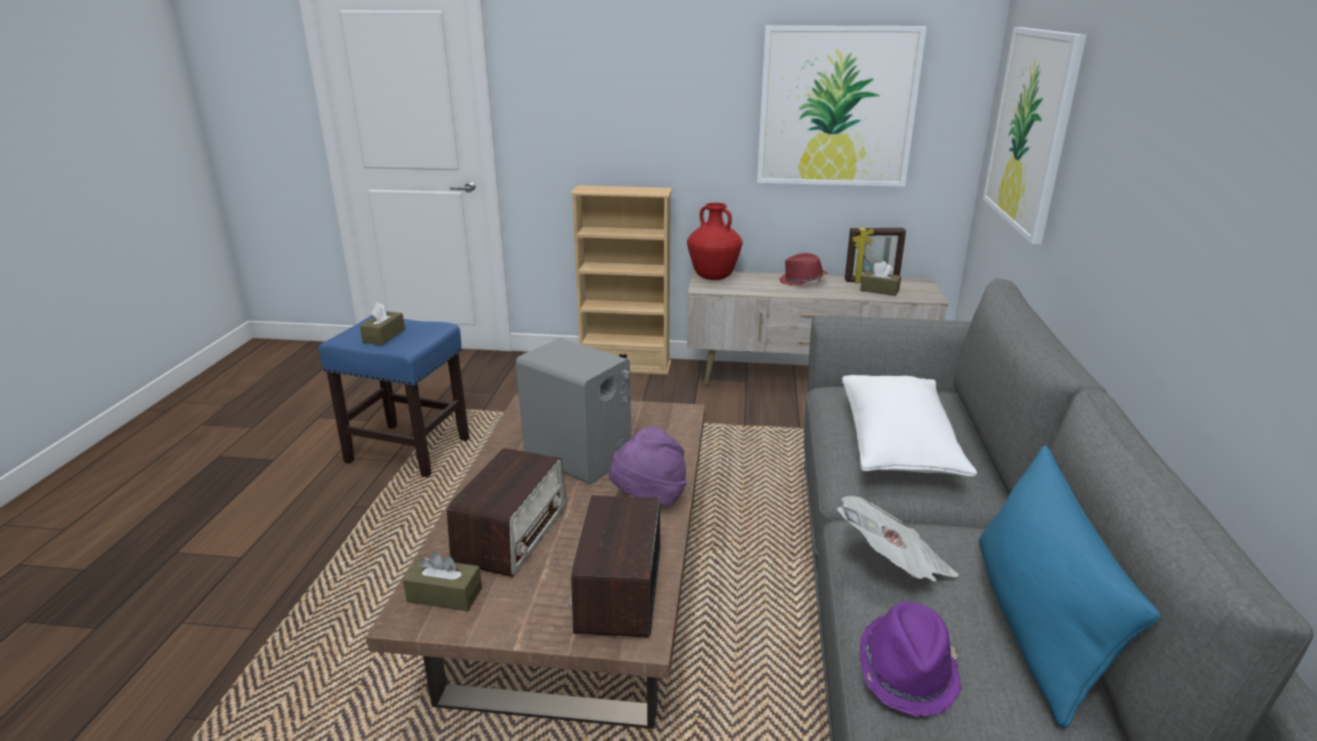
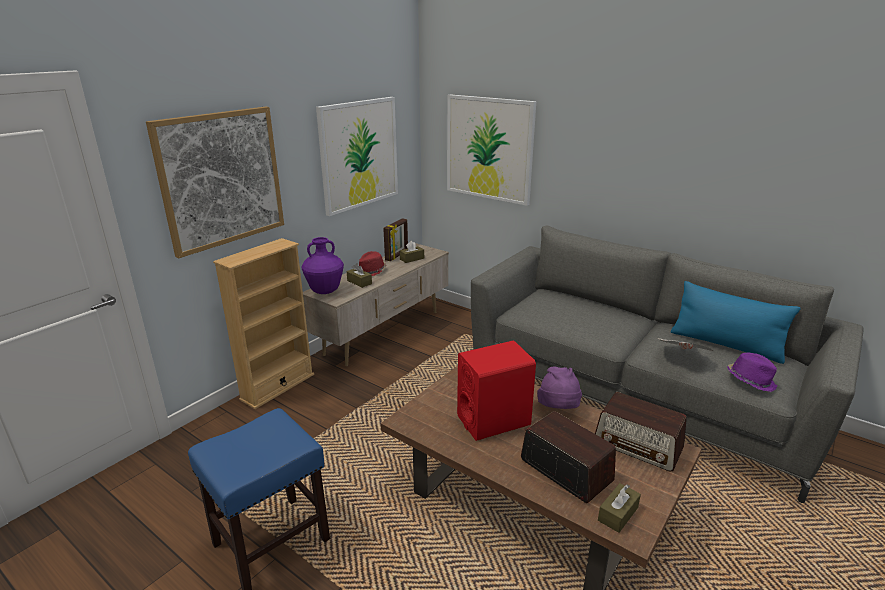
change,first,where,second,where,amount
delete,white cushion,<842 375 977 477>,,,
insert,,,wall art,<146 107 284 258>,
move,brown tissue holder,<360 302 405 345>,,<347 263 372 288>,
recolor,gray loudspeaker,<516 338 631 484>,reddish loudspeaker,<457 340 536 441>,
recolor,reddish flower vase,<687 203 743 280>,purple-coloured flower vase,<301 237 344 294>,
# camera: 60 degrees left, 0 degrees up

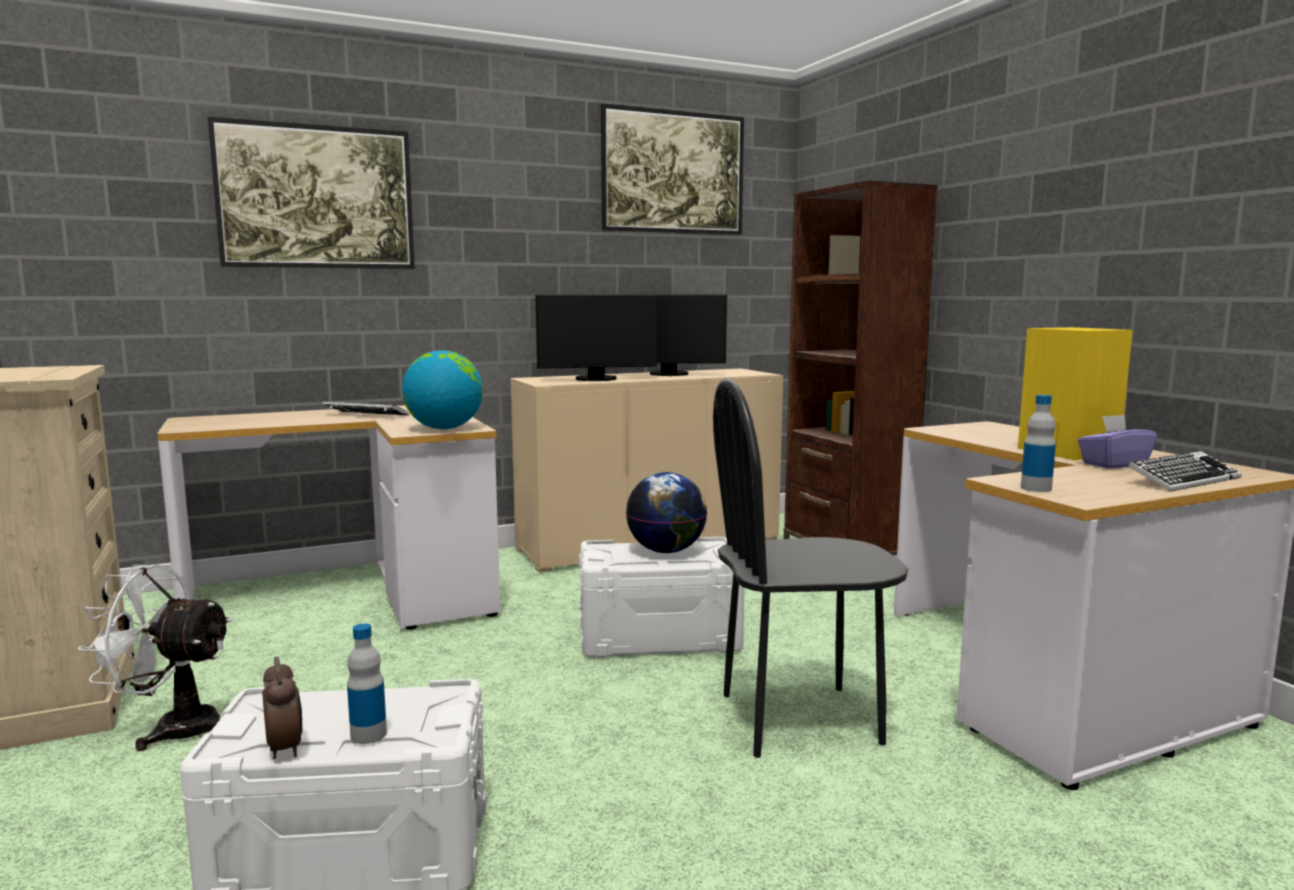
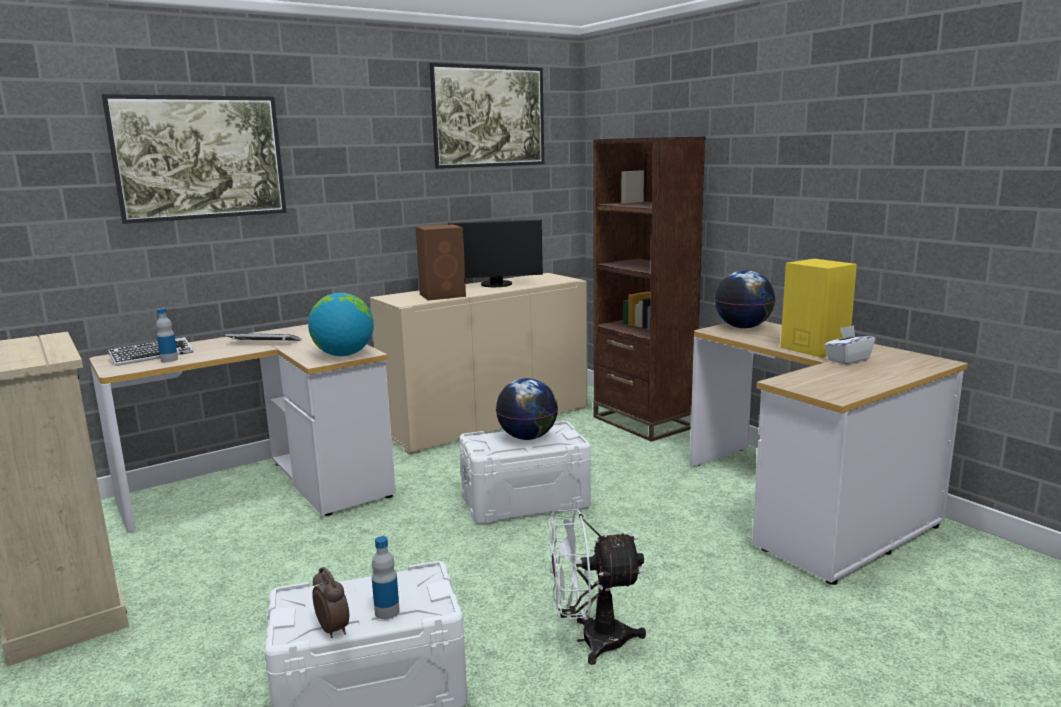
change,first,where,second,where,amount
delete,blackish chair,<713 378 909 758>,,,
insert,,,world globe,<715 270 775 328>,
move,white fan,<77 564 233 751>,,<549 509 646 665>,
move,bottle,<1021 395 1056 492>,,<156 308 178 362>,
move,keyboard,<1128 451 1242 492>,,<108 337 194 366>,
replace,computer display,<535 294 657 381>,brown loudspeaker,<416 224 466 300>,
recolor,purple-coloured tissue holder,<1078 415 1157 469>,white tissue holder,<824 325 875 365>,
# camera: 10 degrees left, 5 degrees up

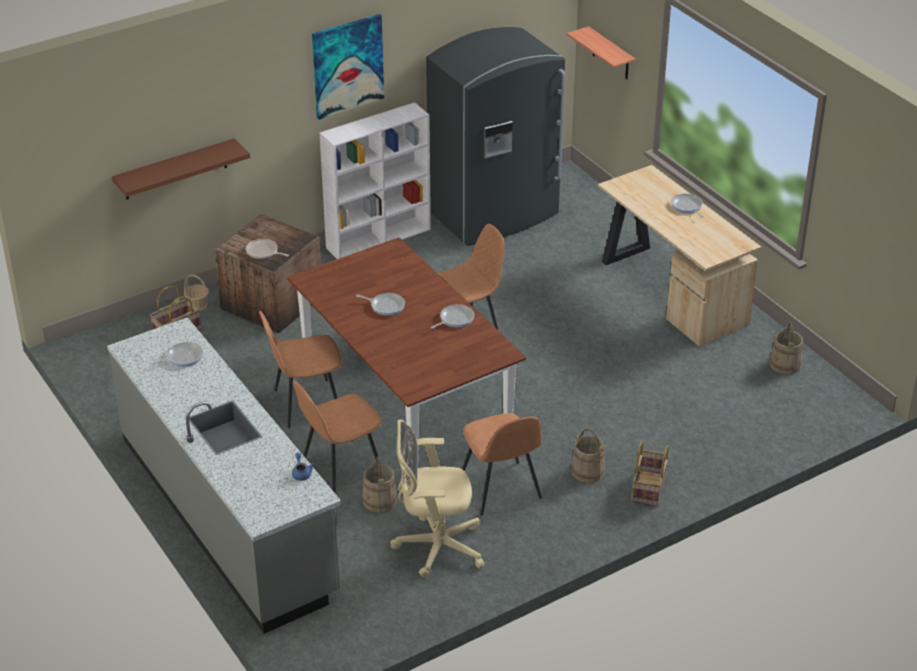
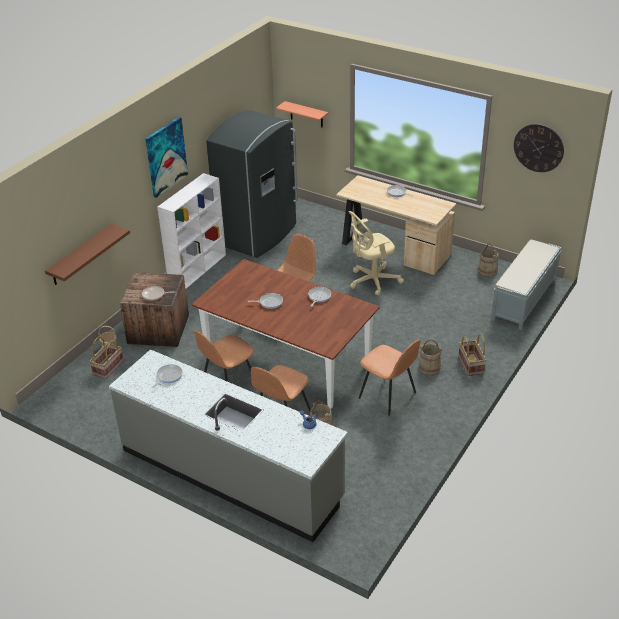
change,first,where,second,where,amount
insert,,,gray indoor bench,<491 240 562 330>,
insert,,,wall clock,<514 124 564 172>,
move,beige-coloured computer chair,<390 419 485 578>,,<348 211 404 296>,
# camera: 25 degrees left, 0 degrees up

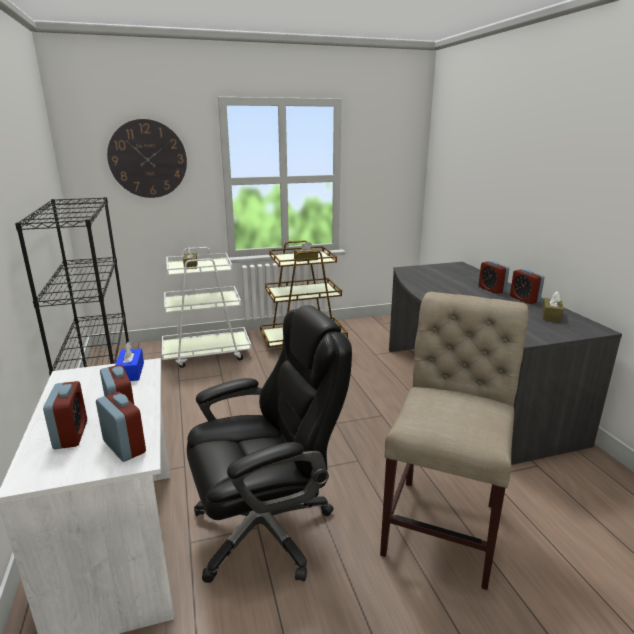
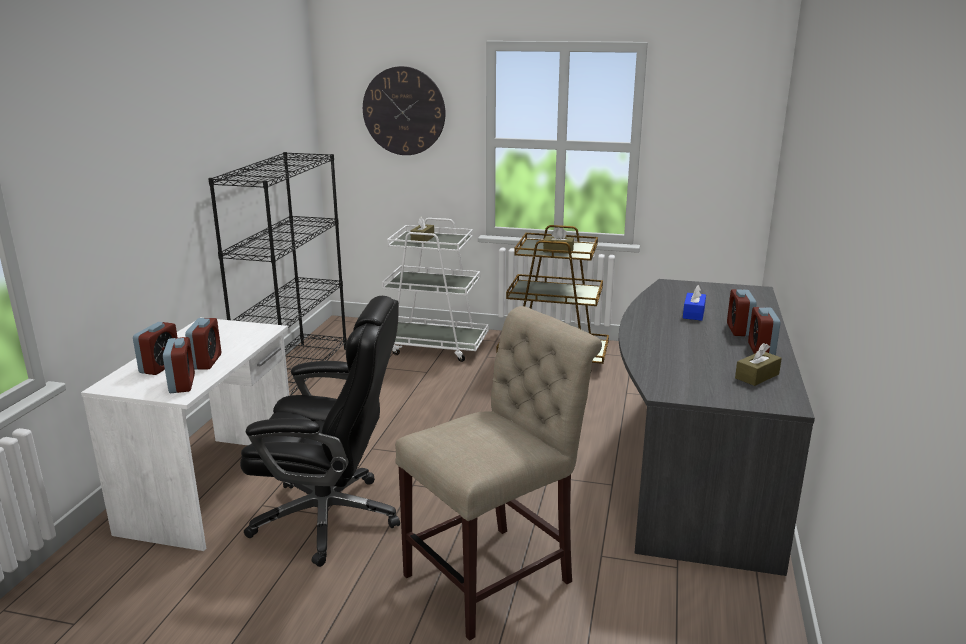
change,first,where,second,where,amount
move,blue-coloured tissue holder,<115 342 144 381>,,<683 285 706 321>,
# camera: 30 degrees right, 0 degrees up

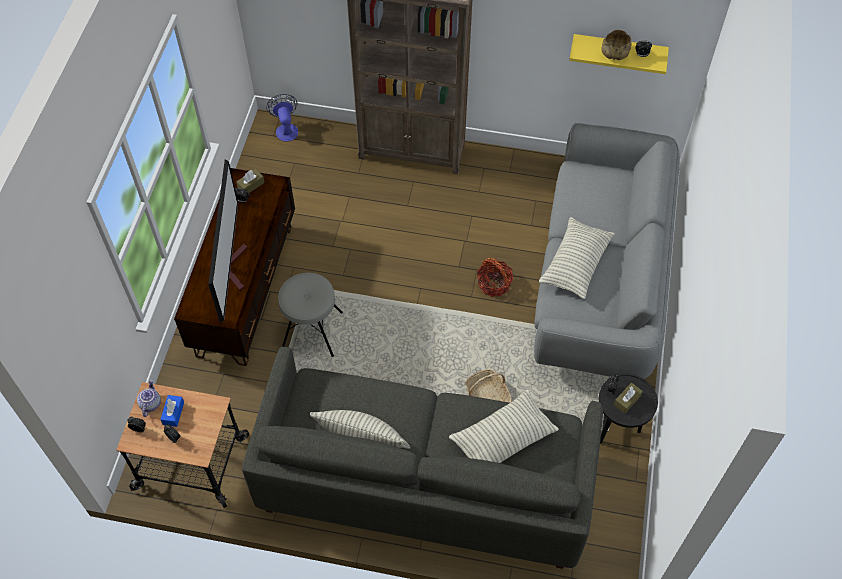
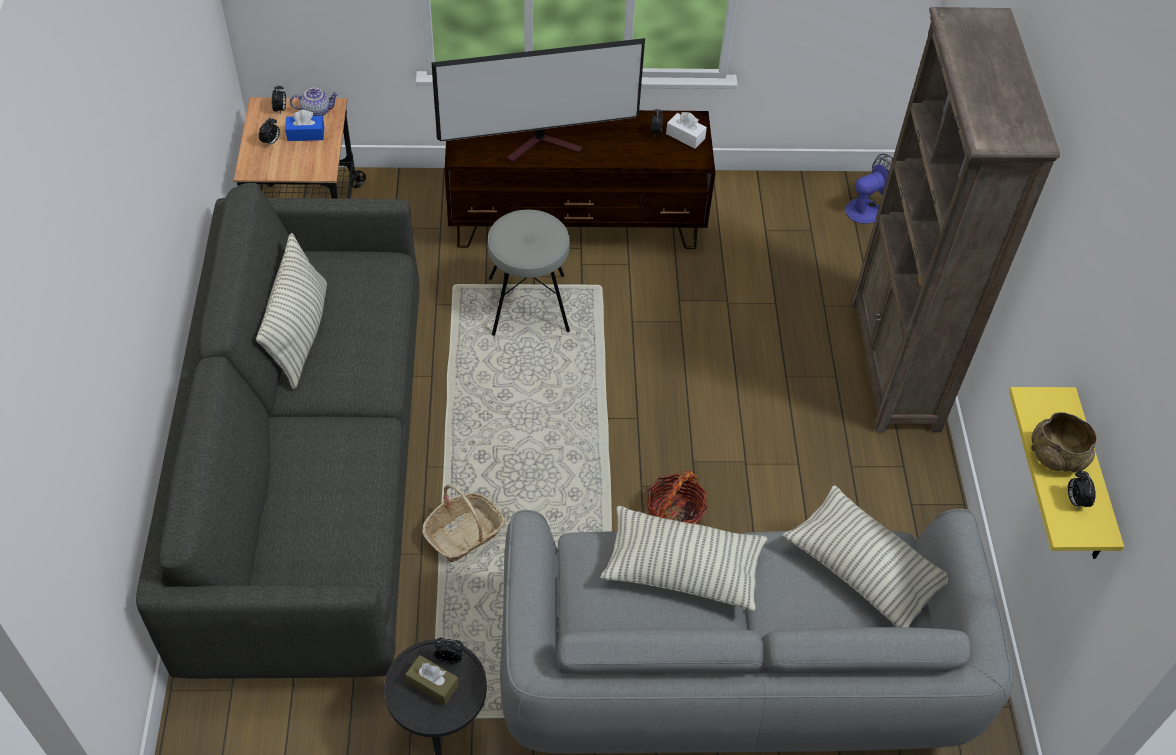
change,first,where,second,where,amount
move,cushion,<449 389 559 463>,,<783 486 948 627>,
recolor,brown tissue holder,<236 169 265 193>,white tissue holder,<666 112 707 149>,
# camera: 75 degrees right, 5 degrees down

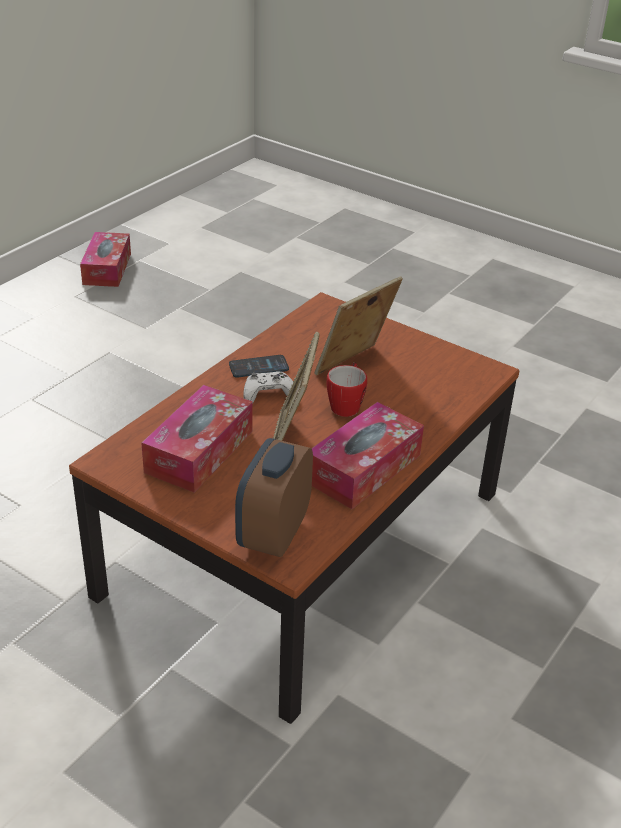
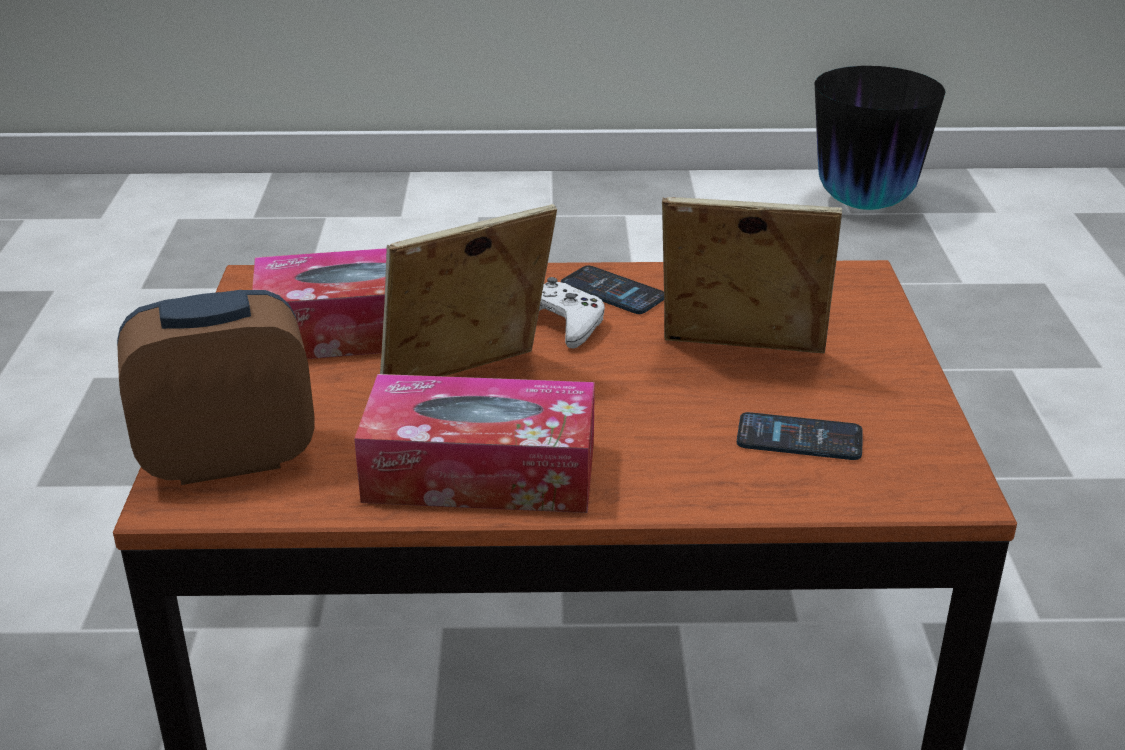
change,first,where,second,where,amount
delete,mug,<327 363 367 417>,,,
insert,,,handset,<737 412 863 460>,
replace,tissue holder,<80 232 131 287>,flower vase,<815 66 946 210>,
# camera: 55 degrees right, 5 degrees down

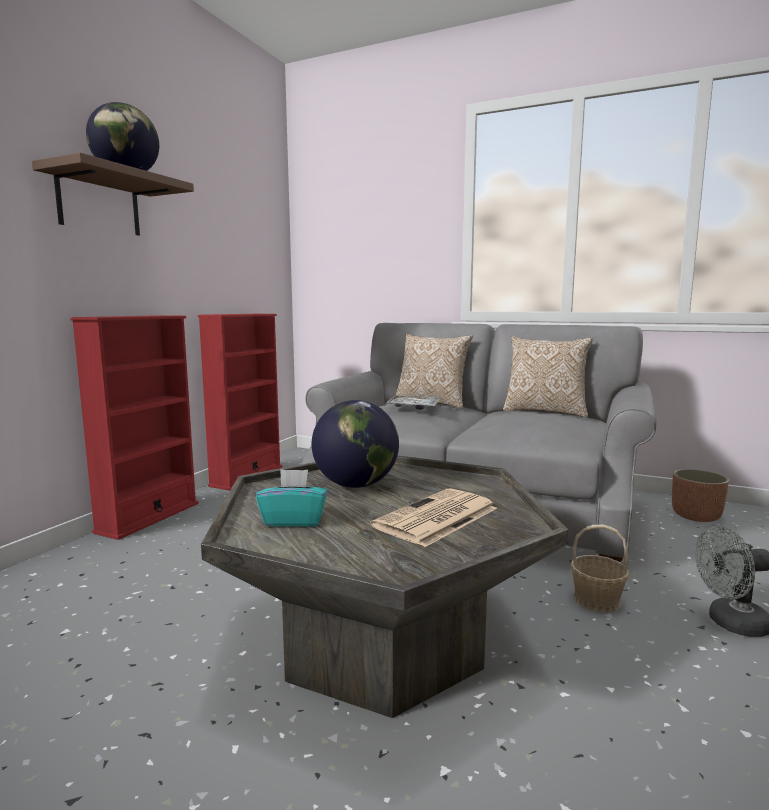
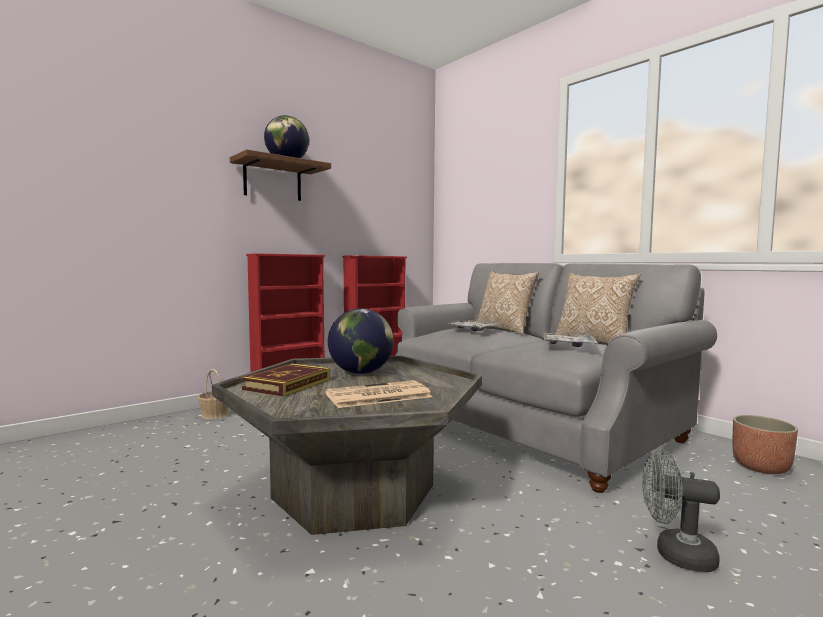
change,first,where,second,where,amount
insert,,,serving tray,<543 333 598 347>,
move,household basket,<570 525 629 613>,,<197 369 229 419>,
replace,turquoise tissue holder,<256 469 328 527>,bound book,<241 363 330 397>,
# camera: 25 degrees right, 5 degrees down

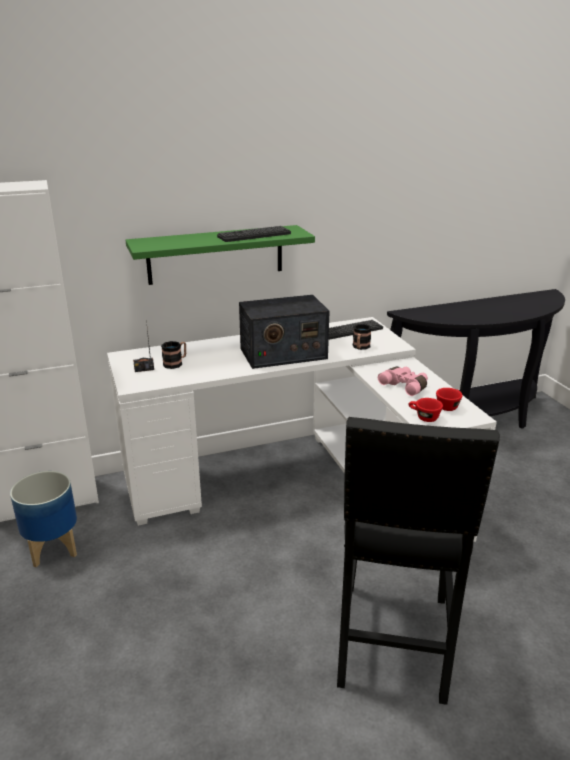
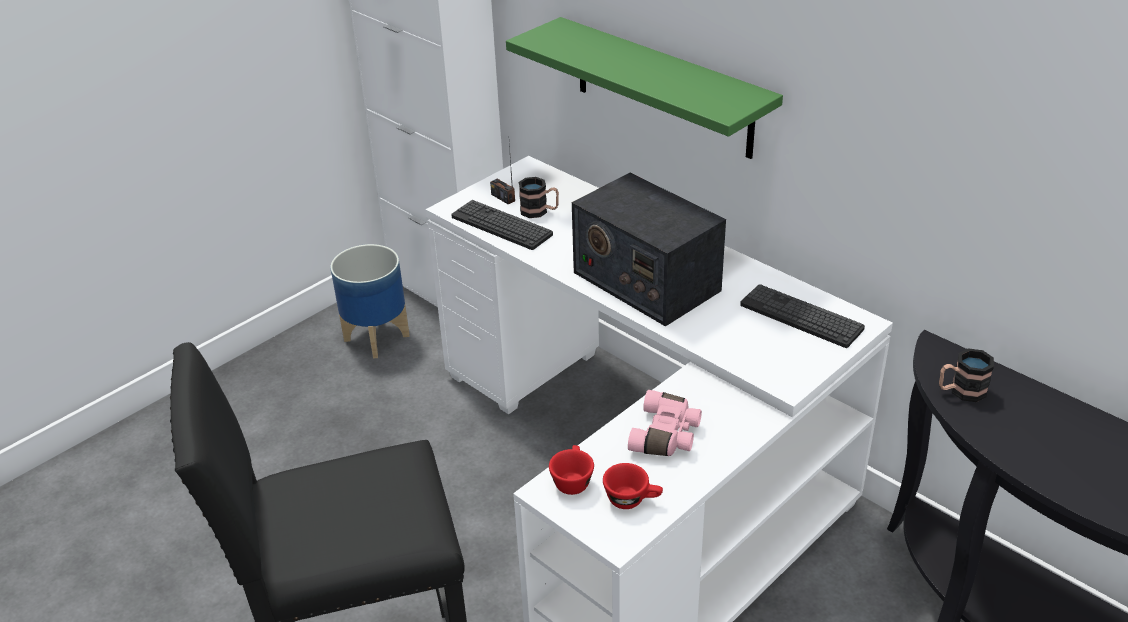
change,first,where,second,where,amount
move,keyboard,<217 226 291 242>,,<451 200 553 250>,
move,mug,<353 324 372 350>,,<939 348 994 402>,
# camera: 65 degrees right, 10 degrees up

